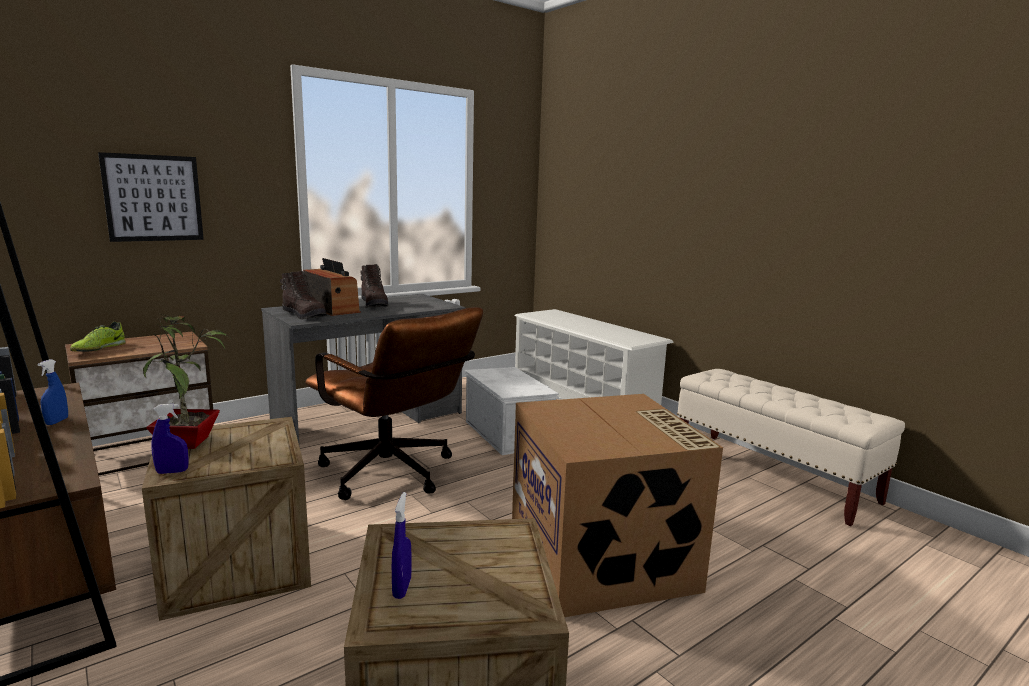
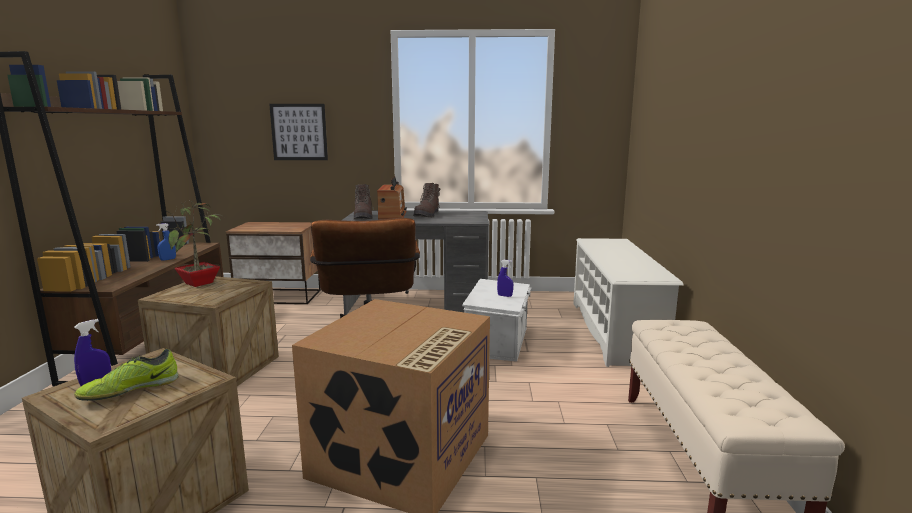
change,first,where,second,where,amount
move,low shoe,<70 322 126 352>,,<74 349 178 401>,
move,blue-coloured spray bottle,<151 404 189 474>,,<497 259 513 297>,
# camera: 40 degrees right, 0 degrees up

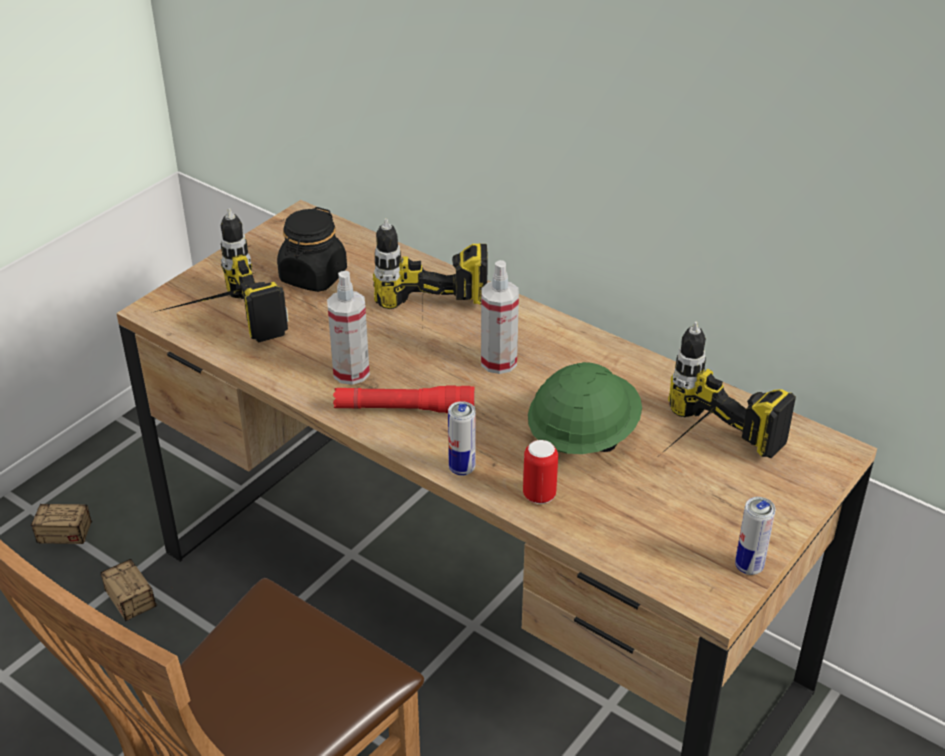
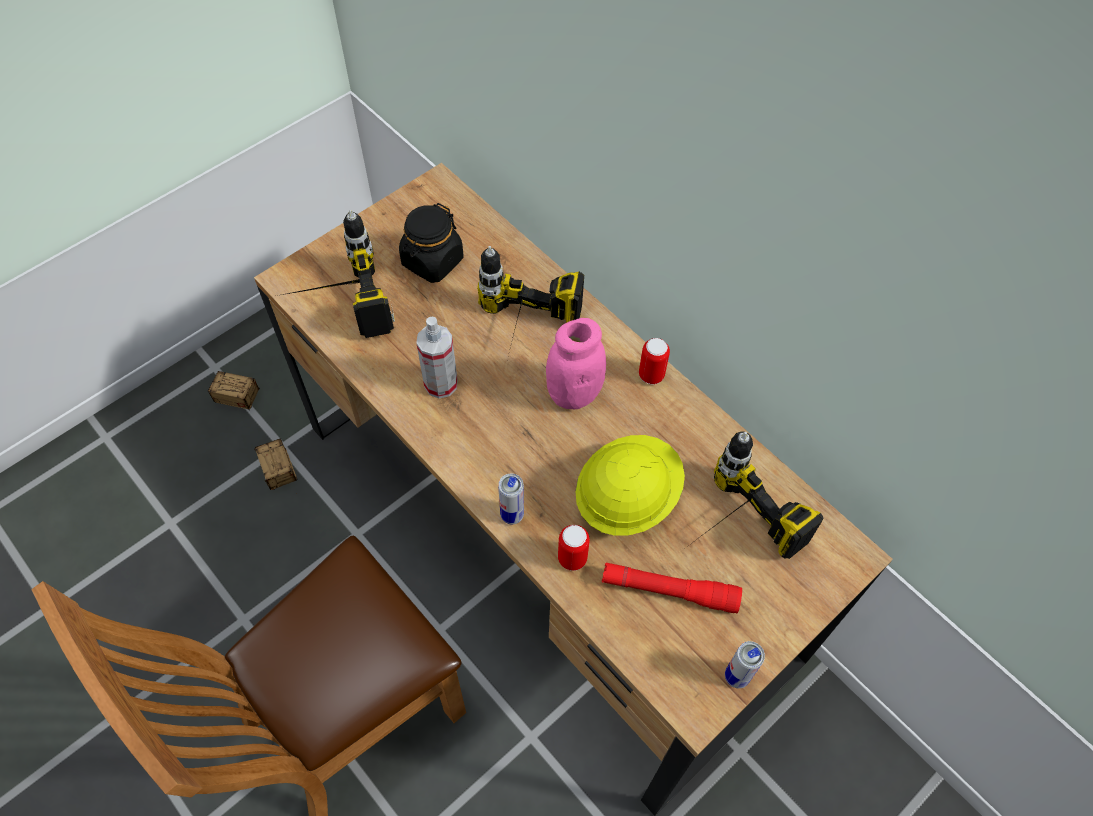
change,first,where,second,where,amount
insert,,,sealed can,<639 338 670 385>,
move,reddish flashlight,<333 385 475 413>,,<602 563 742 613>,
replace,spray bottle,<481 260 519 374>,pink jar,<546 318 606 409>,
recolor,greenish hard hat,<528 362 642 454>,yellow-coloured hard hat,<575 435 685 536>,
# camera: 10 degrees right, 20 degrees up

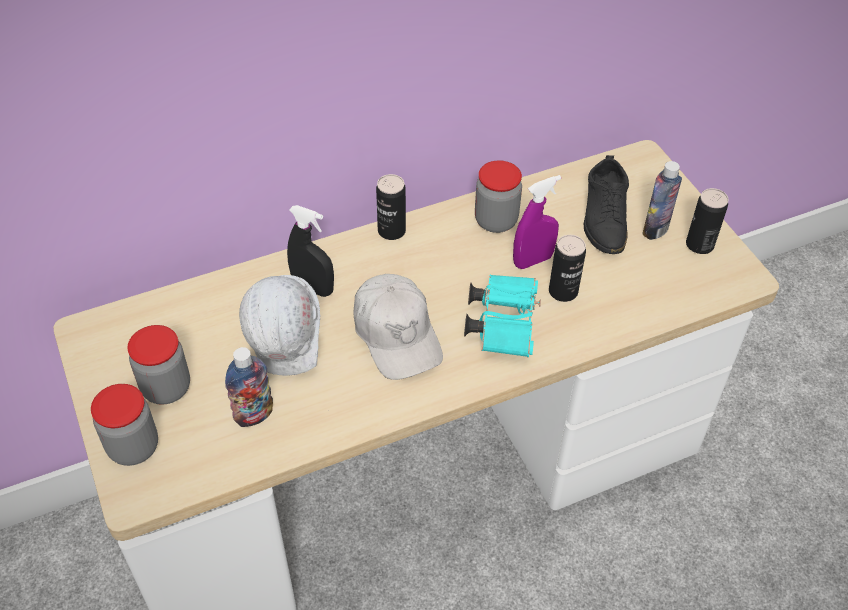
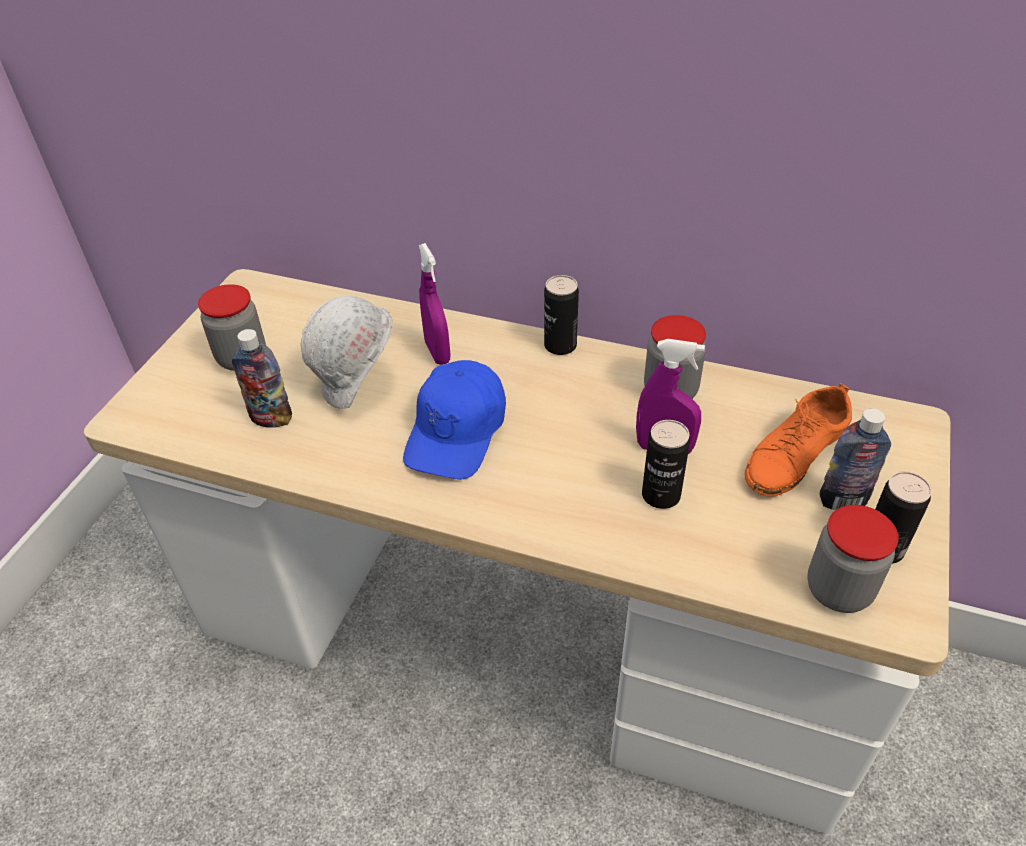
change,first,where,second,where,amount
delete,turquoise field glasses,<464 275 541 357>,,,
move,jar,<91 384 158 466>,,<807 505 899 613>,
recolor,blackish spray bottle,<287 205 334 297>,purple-coloured spray bottle,<419 243 450 365>,
recolor,white baseball cap,<353 274 443 380>,blue-coloured baseball cap,<403 360 506 480>,
recolor,blackish low shoe,<584 155 629 254>,orange low shoe,<745 383 852 497>,
# camera: 45 degrees right, 5 degrees down

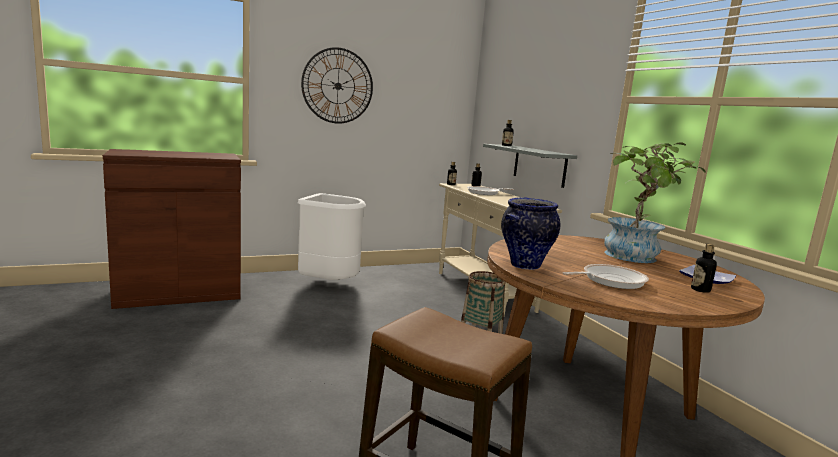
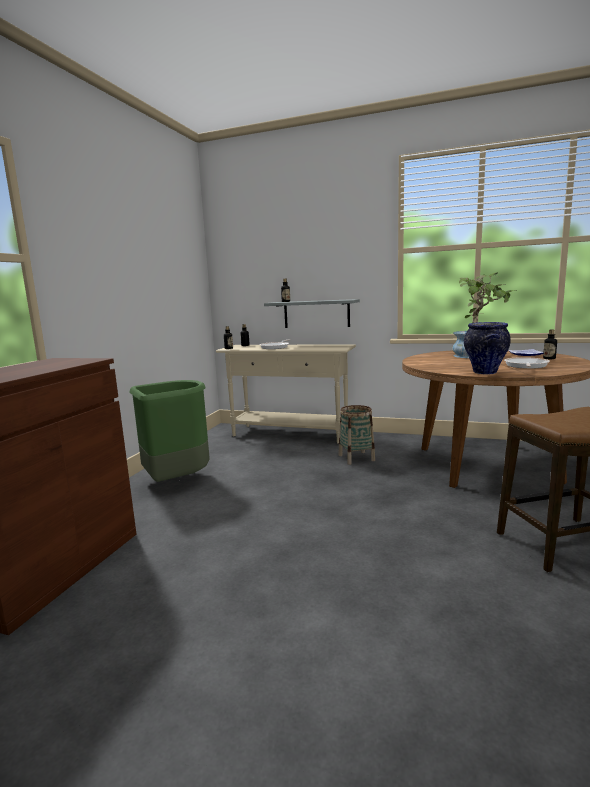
change,first,where,second,where,amount
delete,wall clock,<301 47 373 124>,,,
recolor,white waste bin,<297 193 366 280>,greenish waste bin,<130 380 210 482>,
# camera: 45 degrees left, 0 degrees up

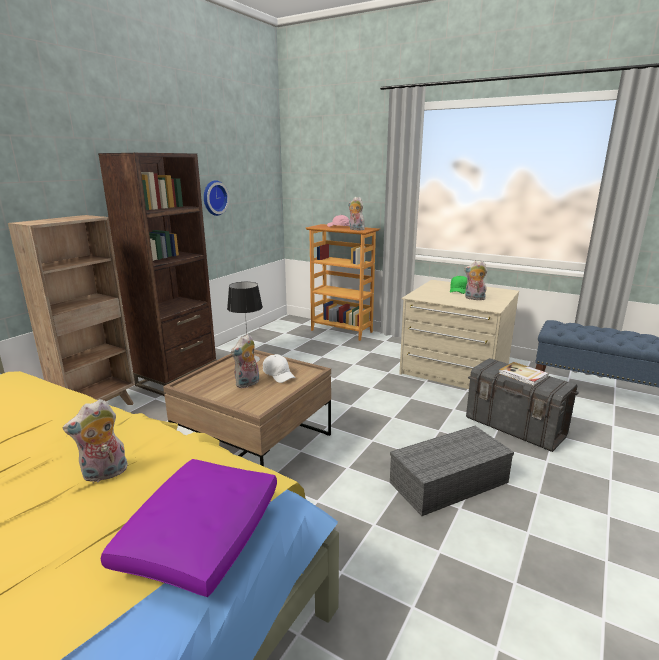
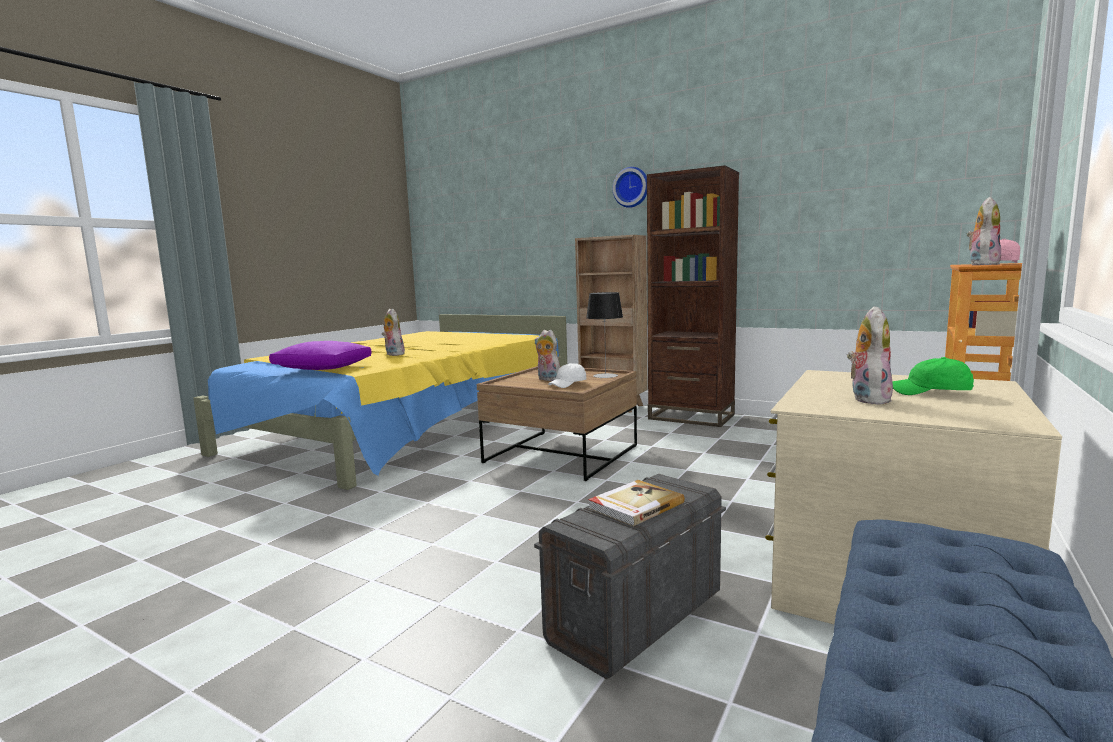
change,first,where,second,where,amount
delete,gray storage container,<390 426 514 516>,,,
move,wall clock,<204 180 229 216>,,<613 167 647 208>,
# camera: 90 degrees right, 10 degrees down

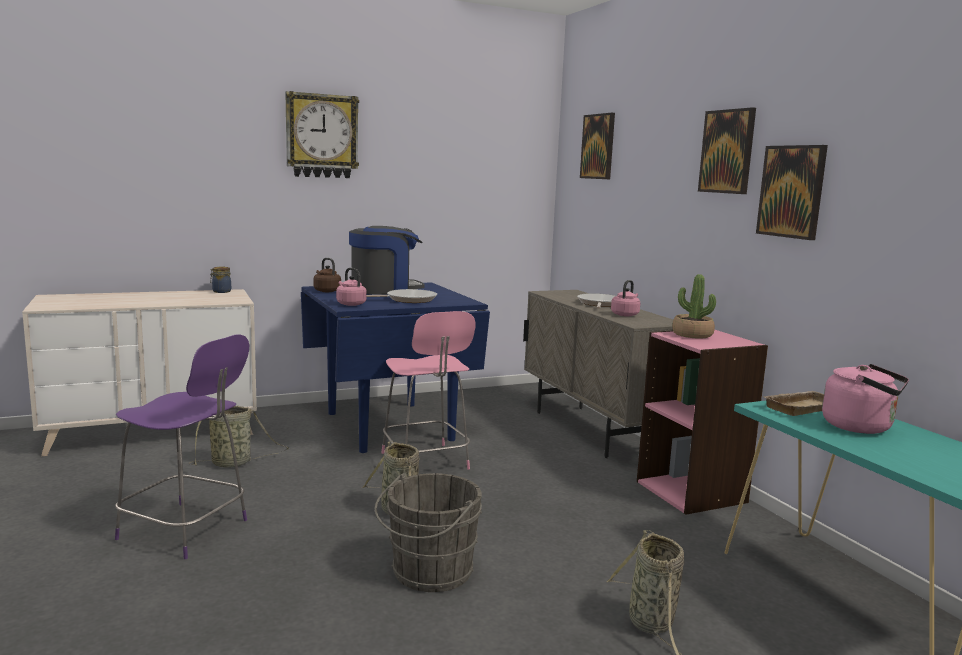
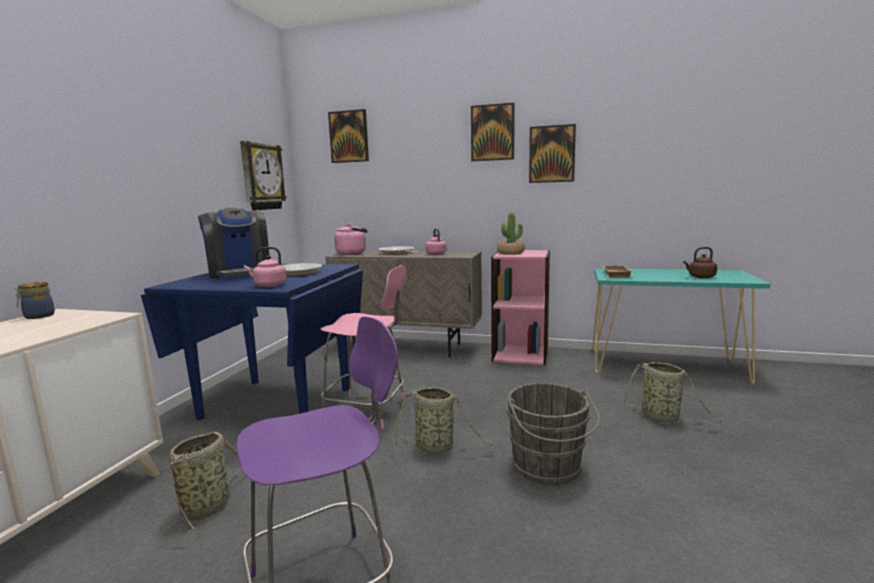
change,first,where,second,where,amount
move,wall clock,<285 91 359 178>,,<240 141 287 211>,
move,brown kettle,<314 258 341 292>,,<683 247 717 278>,
move,pink kettle,<822 364 909 434>,,<334 224 368 255>,
rotate,coffee maker,<349 226 425 295>,,<198 208 270 279>,135 degrees clockwise
# camera: 50 degrees left, 0 degrees up

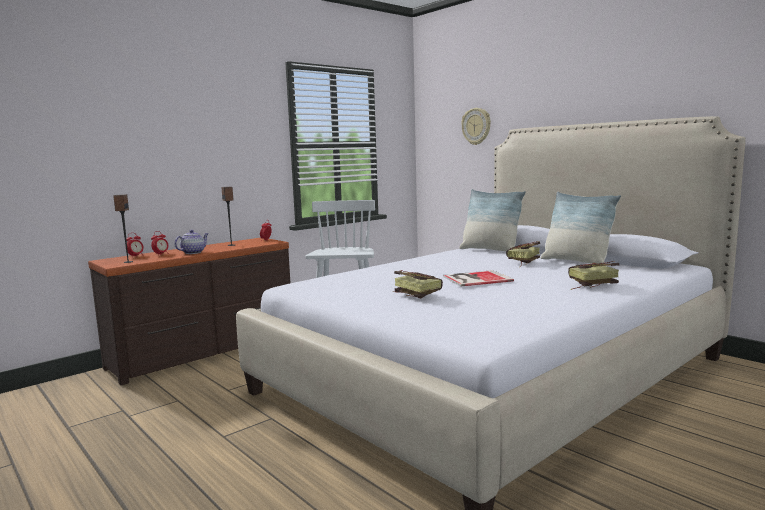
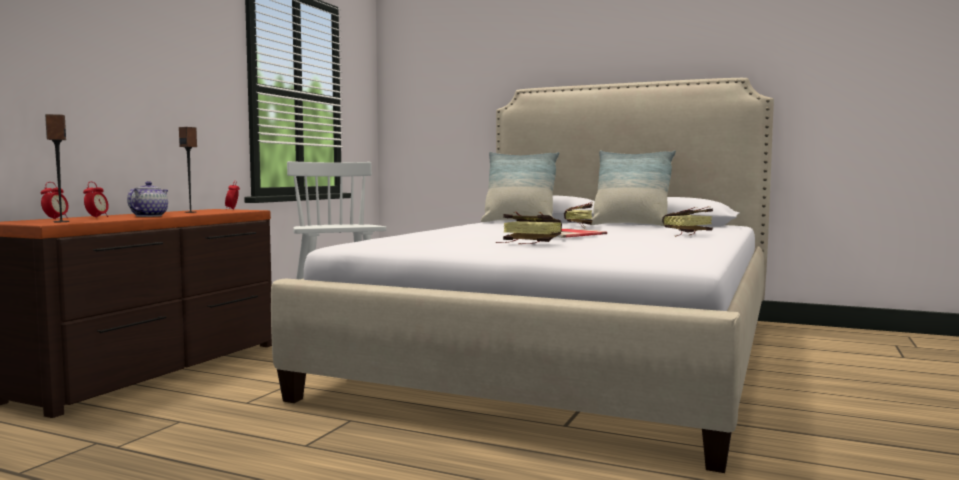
change,first,where,second,where,amount
delete,wall clock,<461 108 491 145>,,,
# camera: 25 degrees left, 5 degrees down

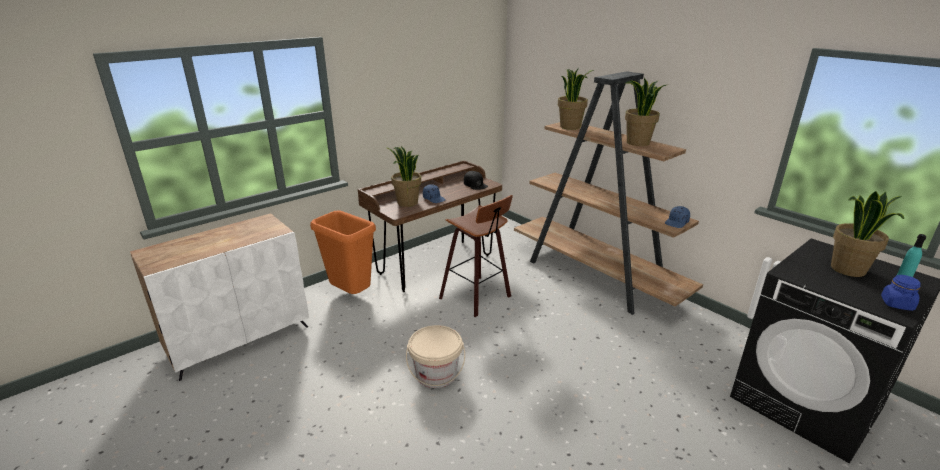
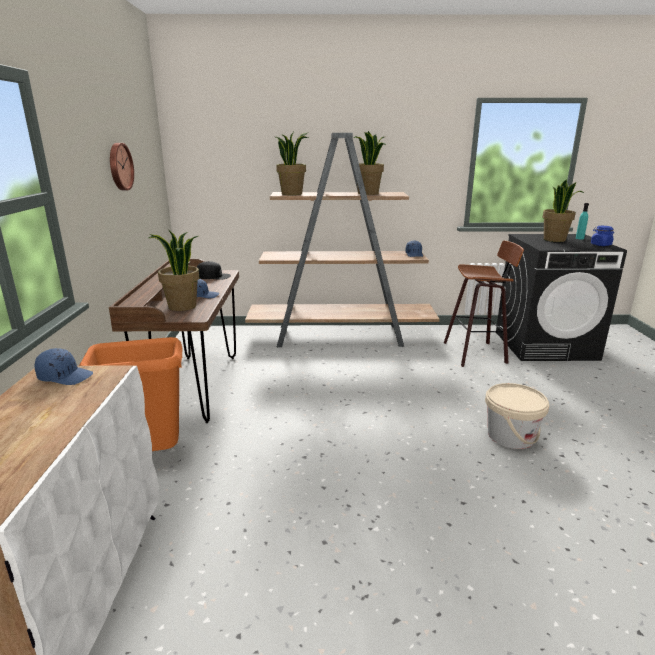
change,first,where,second,where,amount
insert,,,blue-coloured baseball cap,<35 348 93 385>,
insert,,,wall clock,<110 143 134 190>,
move,beige-coloured water bucket,<406 325 465 388>,,<485 383 549 449>,
move,stool seat,<439 195 513 317>,,<444 241 524 367>,
# camera: 50 degrees left, 5 degrees down

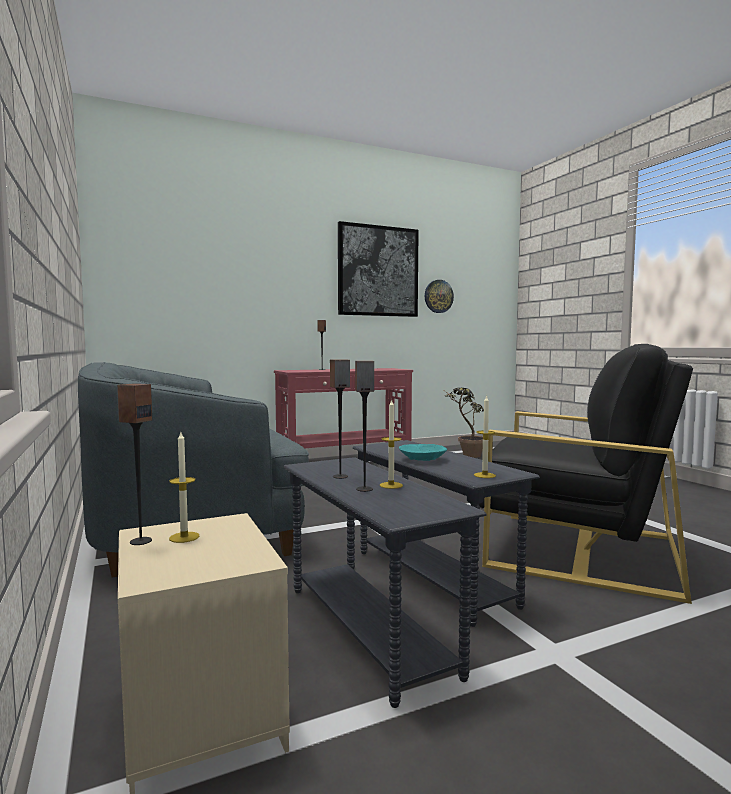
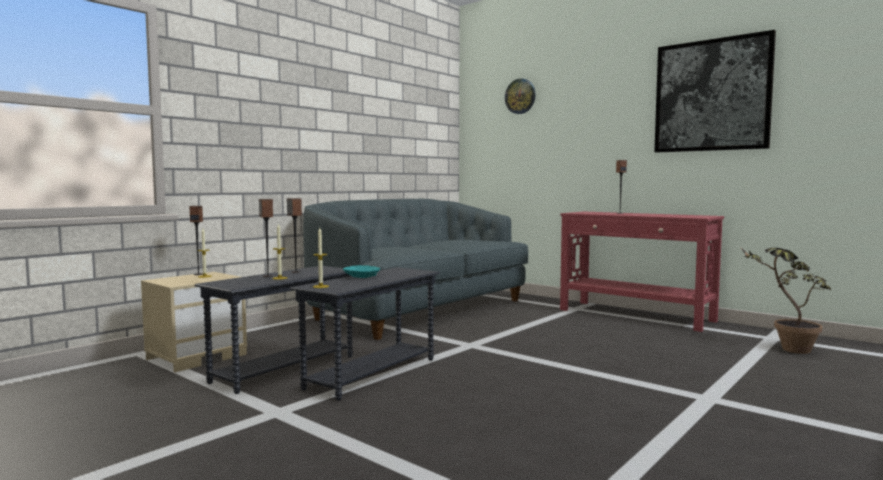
change,first,where,second,where,amount
delete,blackish easy chair,<479 344 693 604>,,,
move,wall clock,<425 280 454 313>,,<505 78 536 114>,
# camera: 65 degrees right, 0 degrees up

